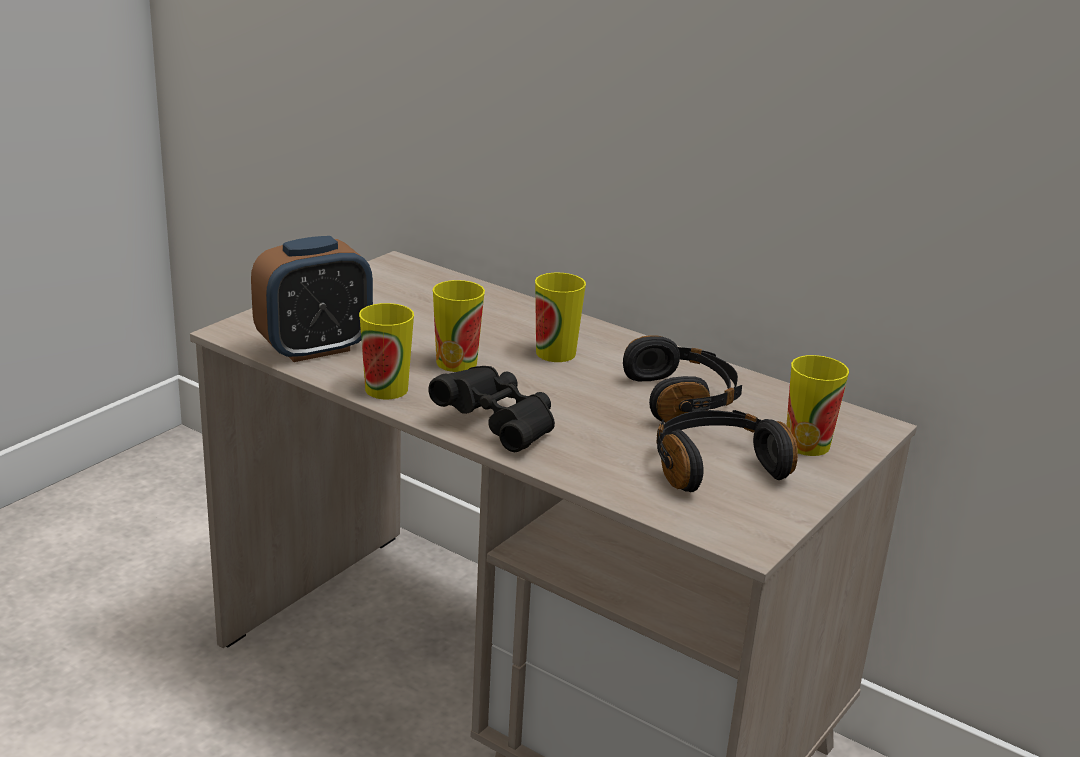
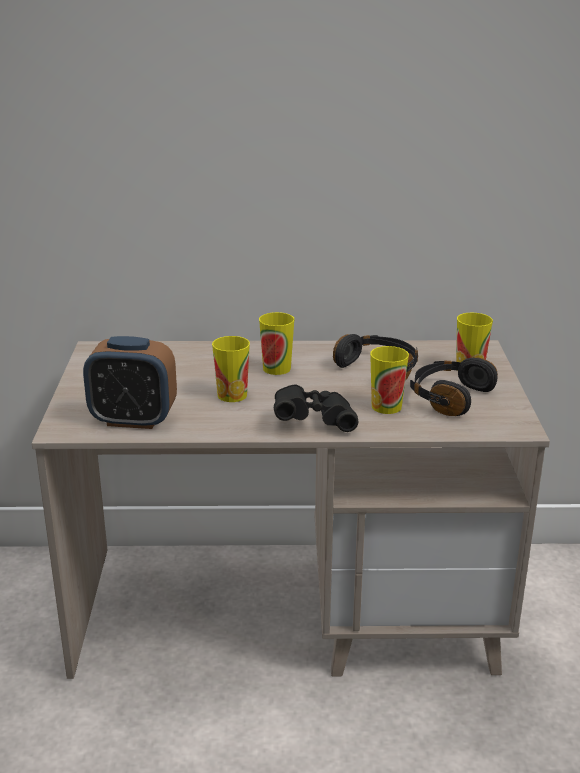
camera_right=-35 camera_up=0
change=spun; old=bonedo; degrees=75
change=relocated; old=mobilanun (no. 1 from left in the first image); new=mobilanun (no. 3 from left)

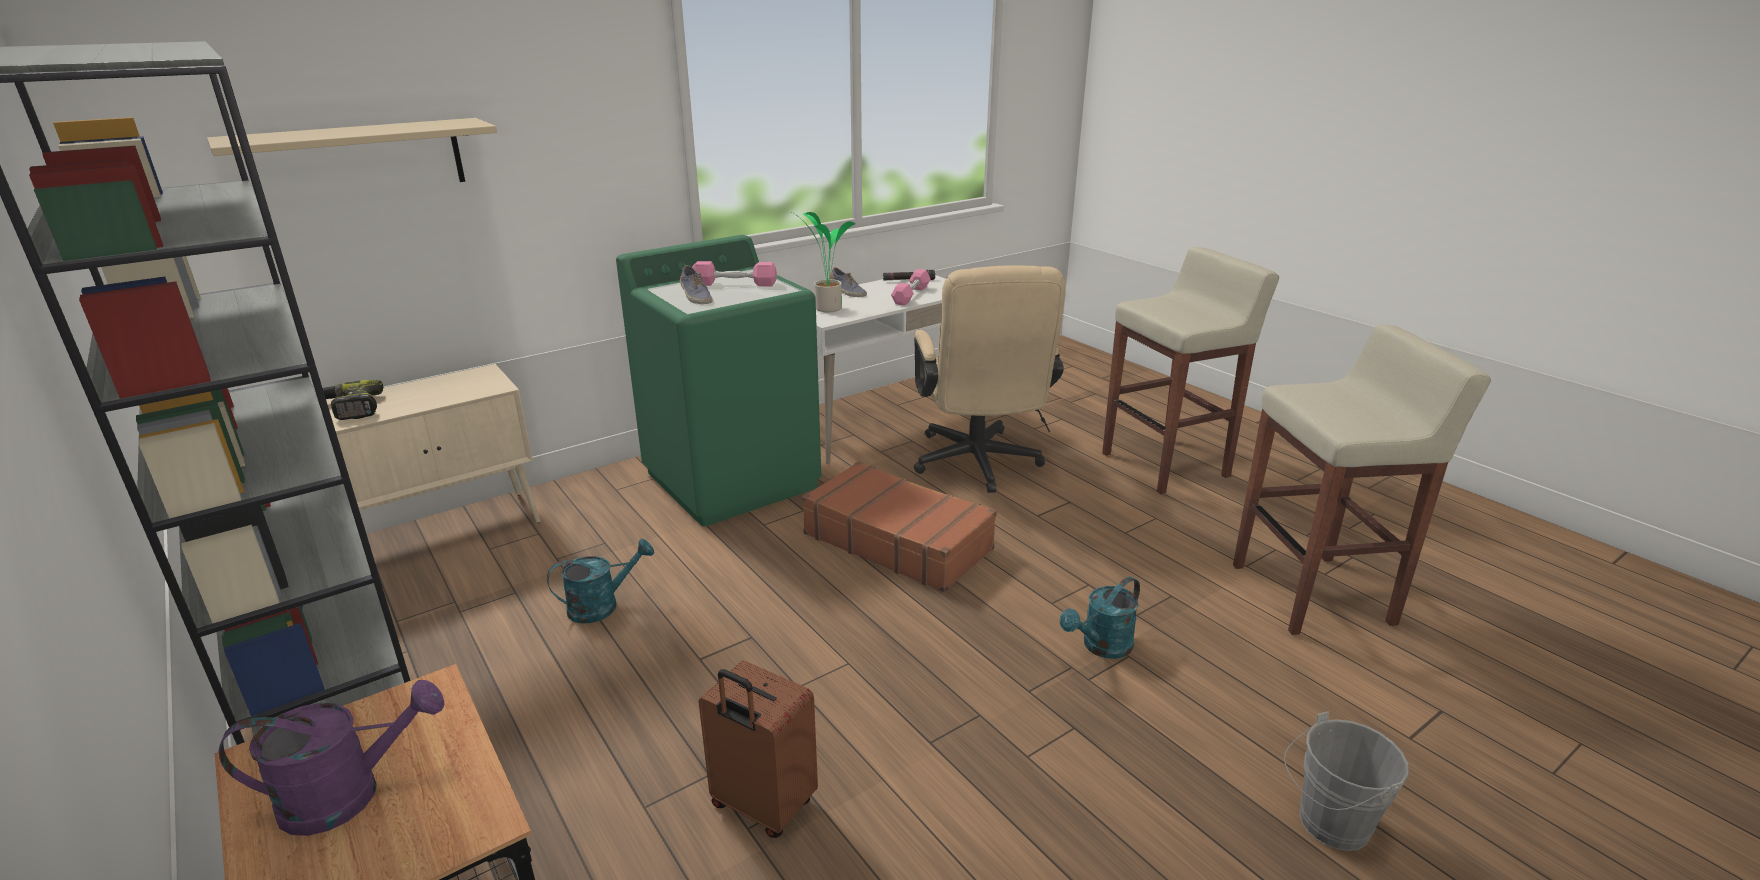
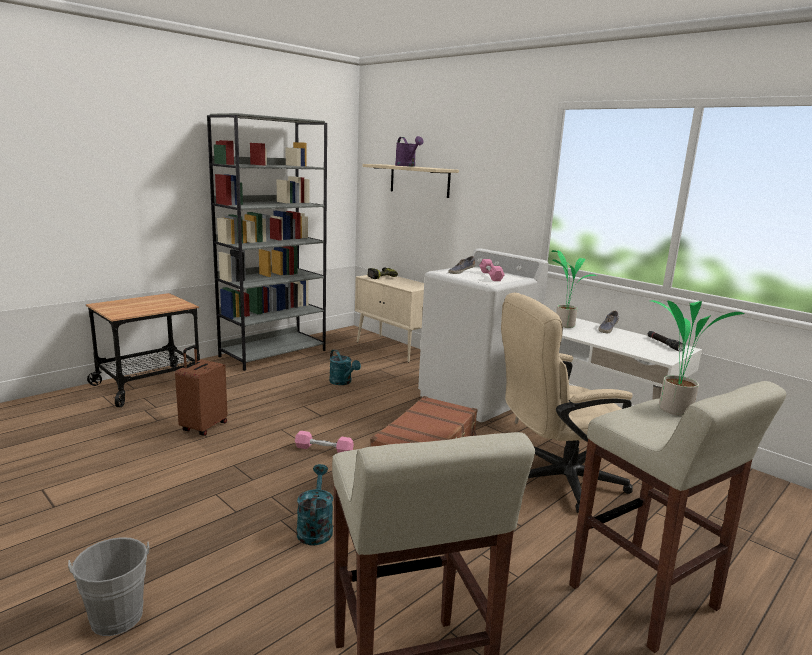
camera_right=80 camera_up=-10
change=relocated; old=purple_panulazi
change=colour; old=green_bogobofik; new=white_bogobofik
change=relocated; old=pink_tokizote (no. 2 from left in the first image); new=pink_tokizote (no. 1 from left)
change=spun; old=turquoise_panulazi (no. 2 from left in the first image); degrees=45
change=appeared; new=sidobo (no. 2 from left)

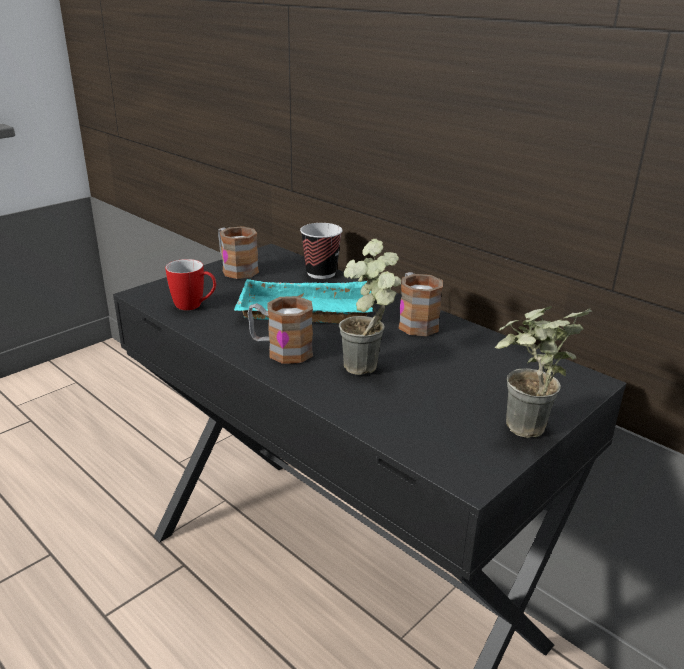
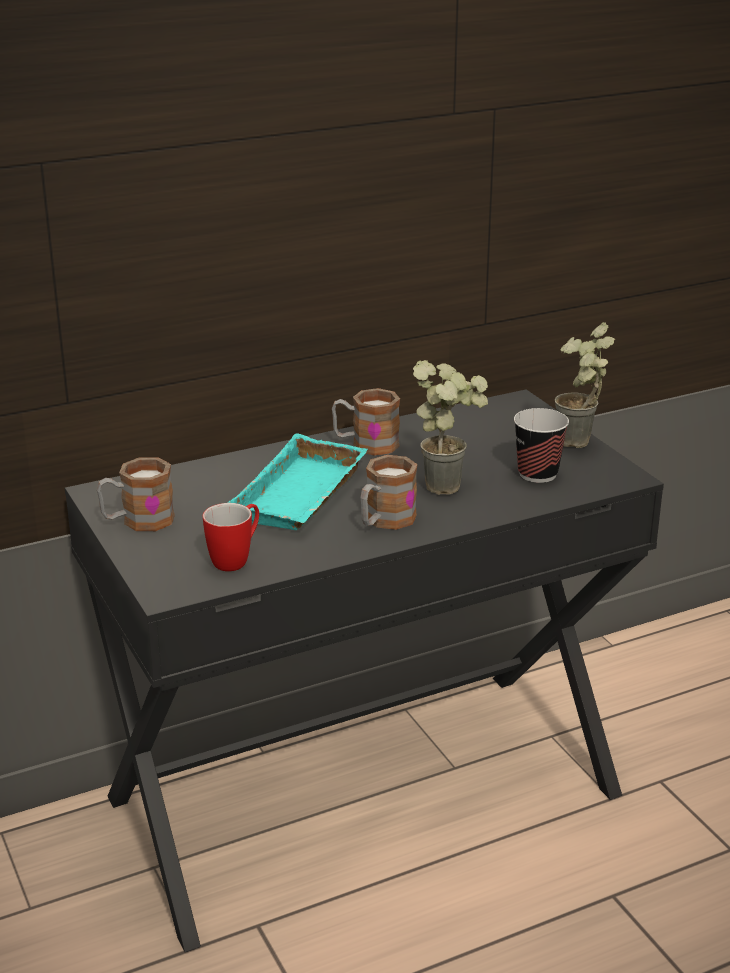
camera_right=-70 camera_up=0
change=relocated; old=mobilanun

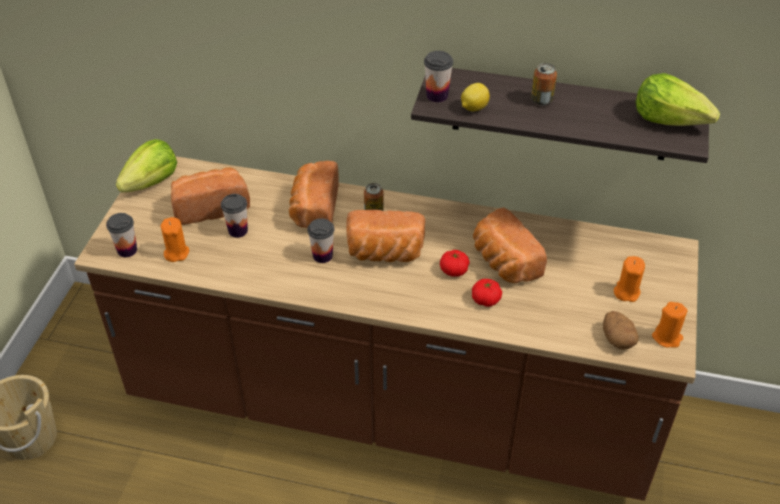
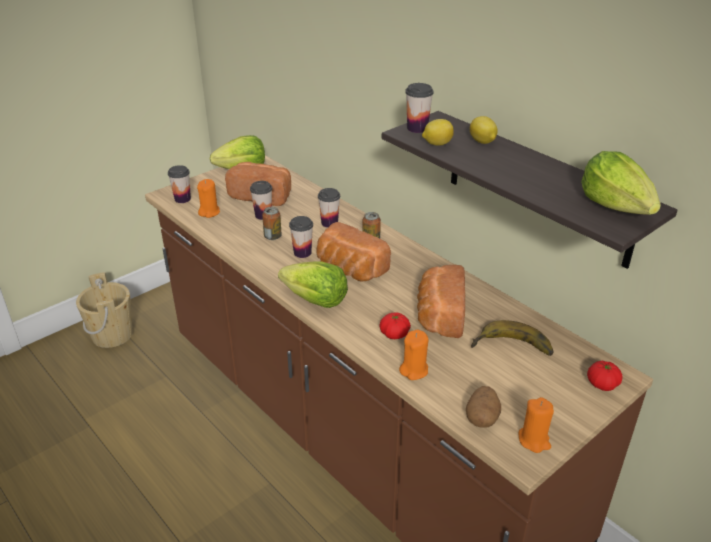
camera_right=35 camera_up=-10
change=exchanged; old=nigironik (no. 2 from left); new=mobilanun (no. 4 from left)
change=relocated; old=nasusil (no. 1 from left in the first image); new=nasusil (no. 2 from left)
change=relocated; old=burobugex (no. 2 from left in the first image); new=burobugex (no. 1 from left)
change=relocated; old=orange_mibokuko (no. 2 from left)
change=appeared; new=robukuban (no. 2 from left)
change=appeared; new=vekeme (no. 2 from left)
change=appeared; new=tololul

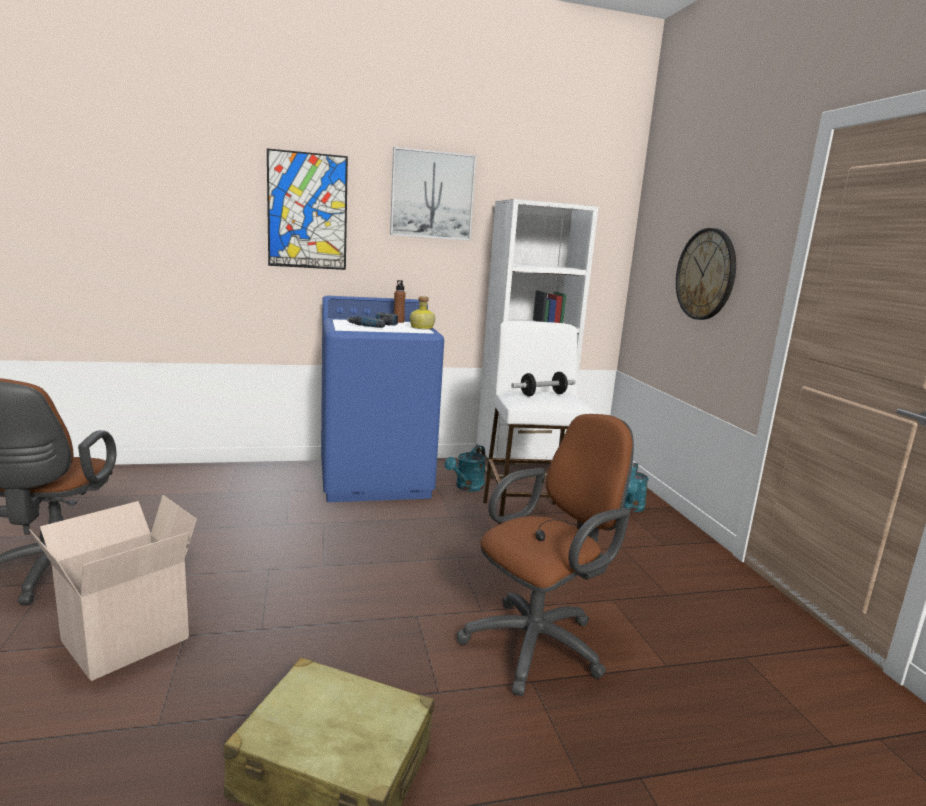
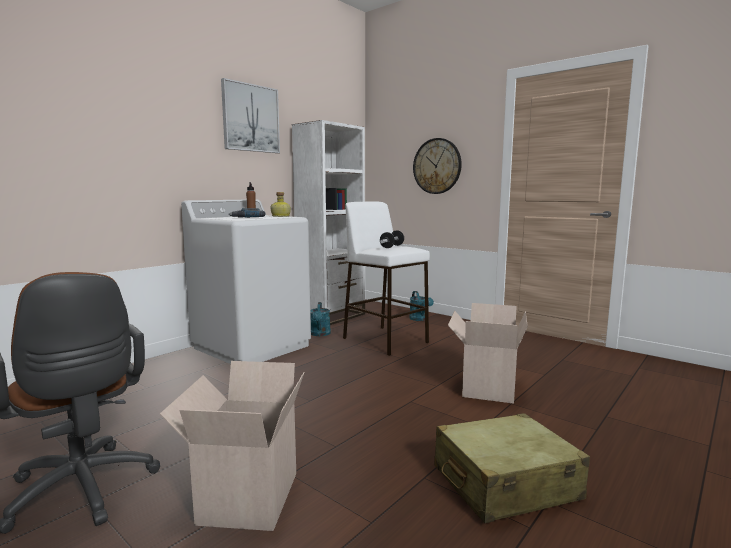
camera_right=-35 camera_up=-5
change=missing; old=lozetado (no. 1 from left)
change=colour; old=blue_bogobofik; new=white_bogobofik
change=exchanged; old=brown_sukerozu (no. 2 from left); new=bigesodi (no. 2 from left)

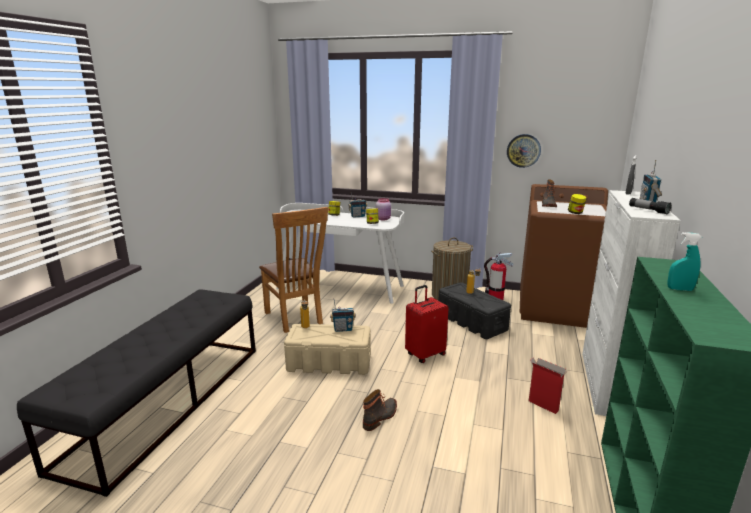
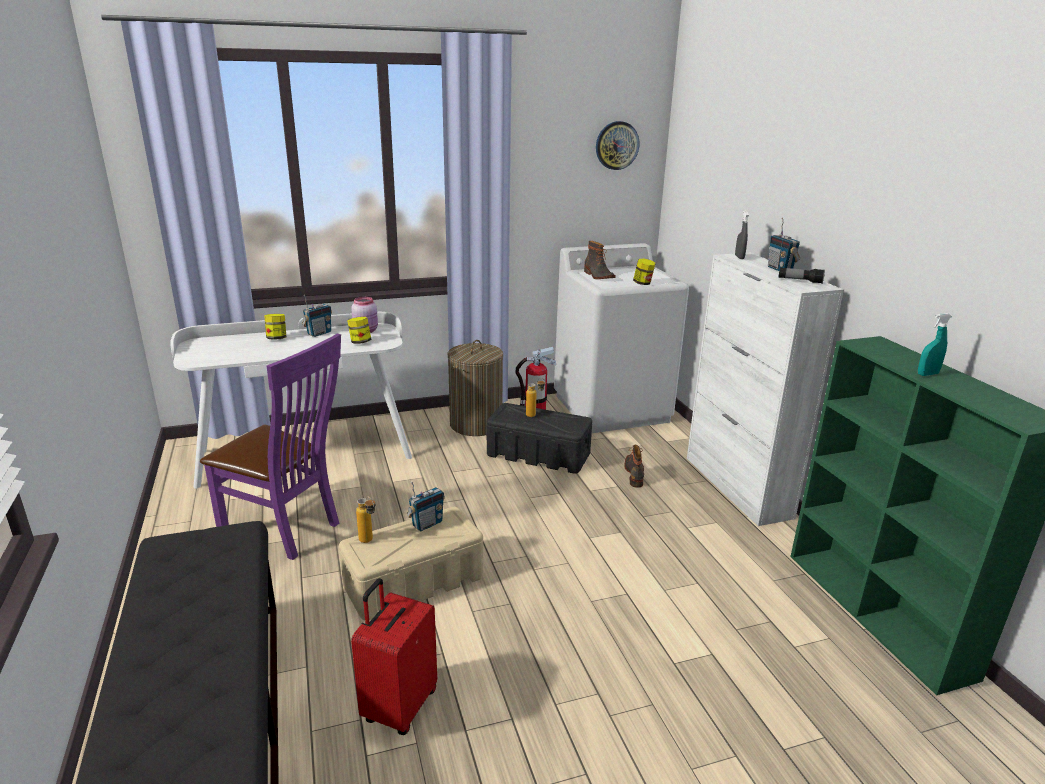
camera_right=-35 camera_up=5
change=colour; old=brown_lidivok; new=purple_lidivok
change=relocated; old=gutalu (no. 1 from left in the first image); new=gutalu (no. 2 from left)
change=relocated; old=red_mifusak
change=relocated; old=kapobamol
change=colour; old=brown_bogobofik; new=white_bogobofik
change=missing; old=bigesodi

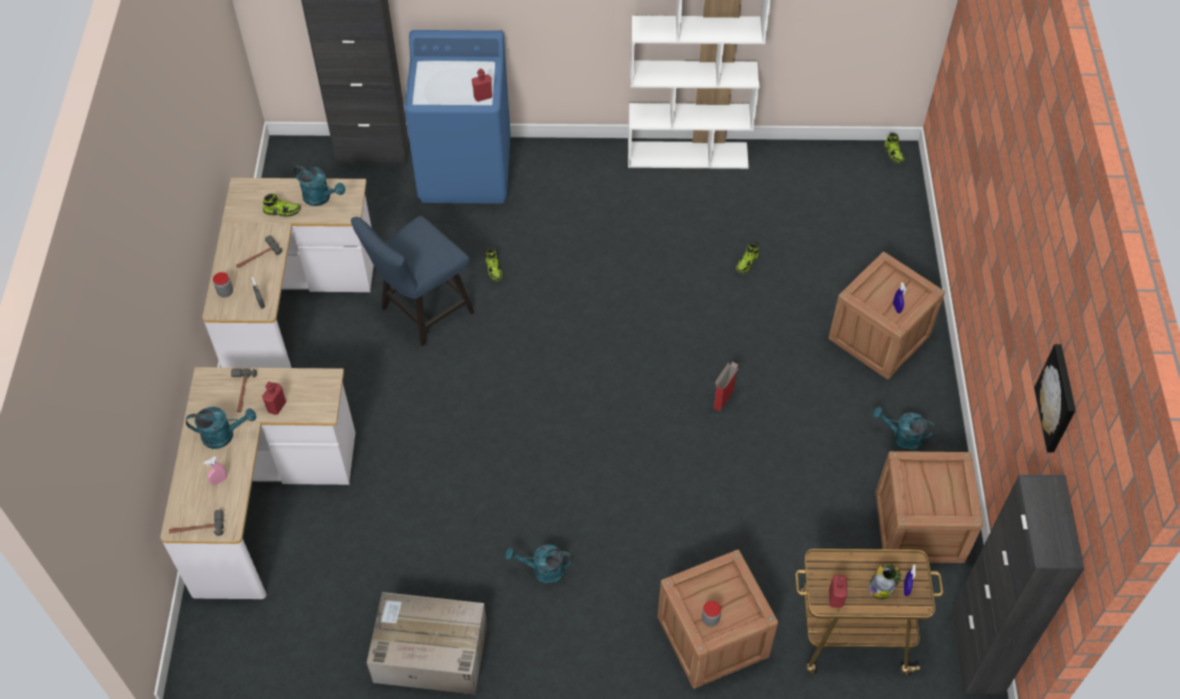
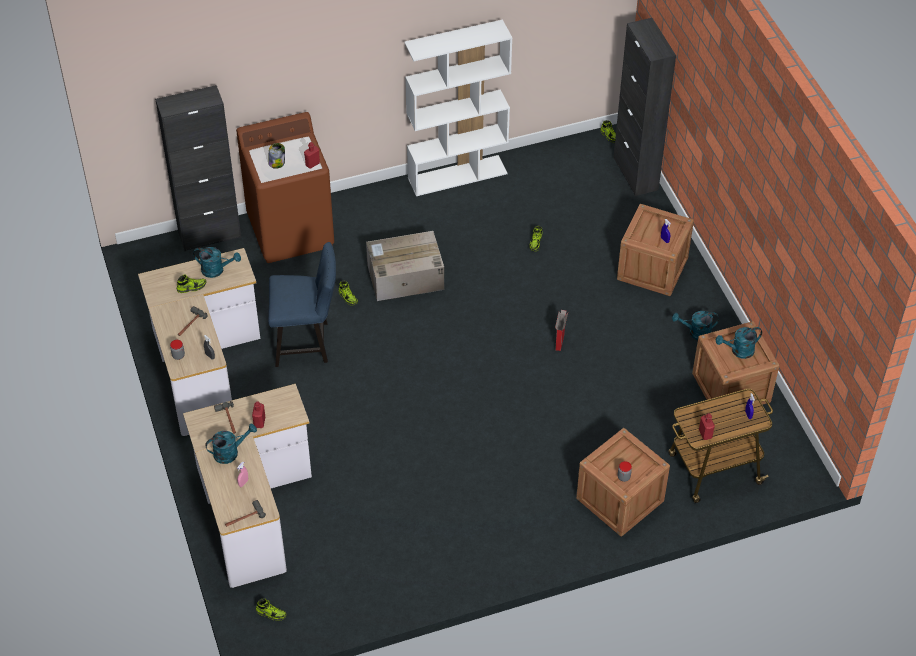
camera_right=-20 camera_up=-5
change=spun; old=blue_lidivok; degrees=-120
change=relocated; old=bigesodi (no. 1 from left)
change=colour; old=blue_bogobofik; new=brown_bogobofik
change=relocated; old=turquoise_panulazi (no. 3 from left in the first image); new=turquoise_panulazi (no. 4 from left)
change=relocated; old=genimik (no. 3 from left in the first image); new=genimik (no. 2 from left)
change=relocated; old=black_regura (no. 2 from left)
change=missing; old=lozetado
change=appeared; new=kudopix (no. 2 from left)

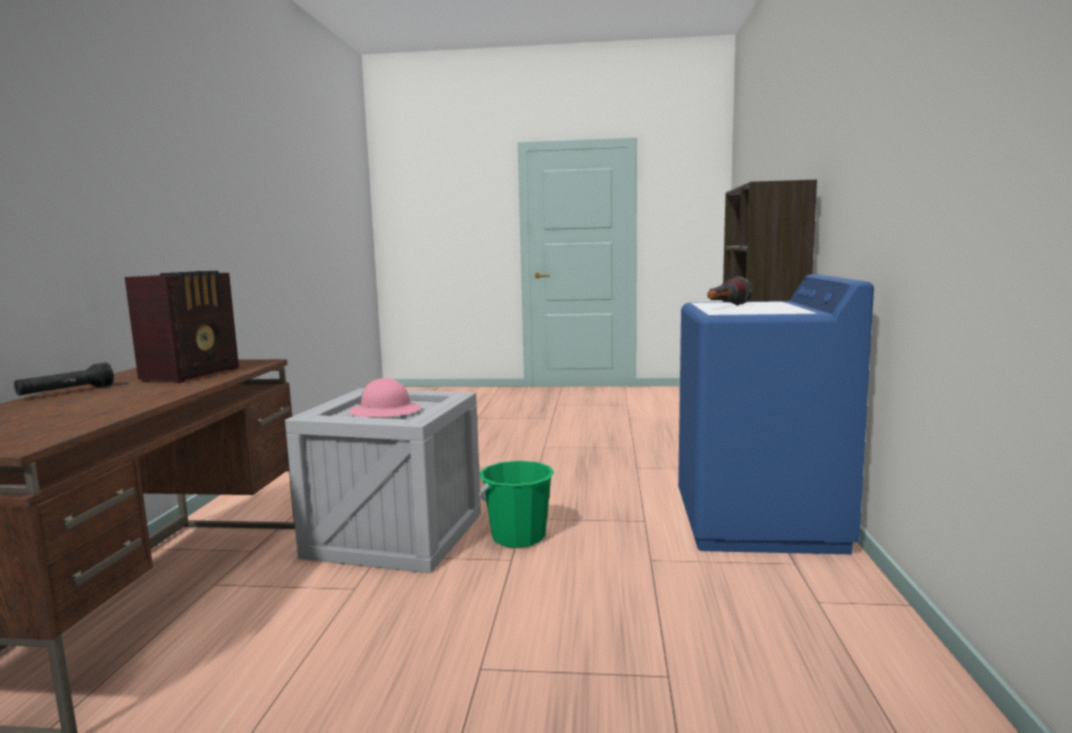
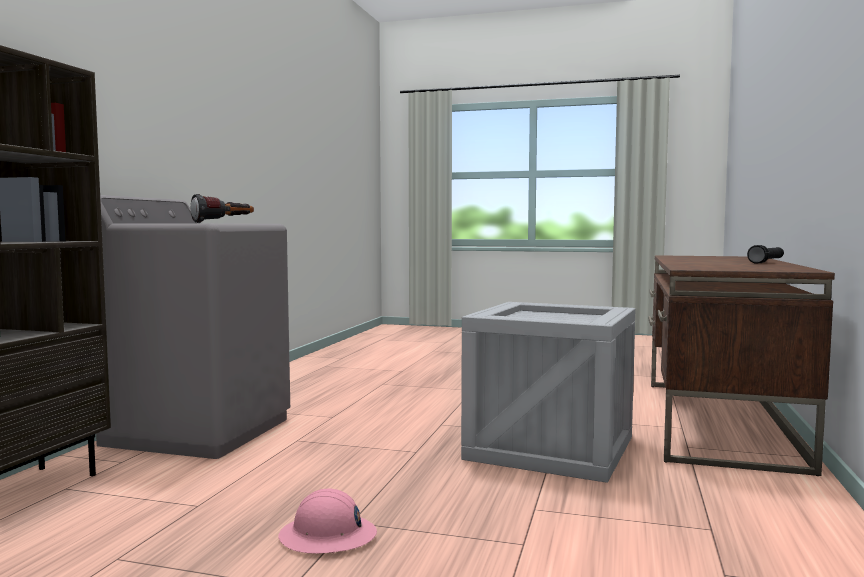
camera_right=-170 camera_up=-5
change=missing; old=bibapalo
change=relocated; old=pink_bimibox
change=missing; old=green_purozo
change=colour; old=blue_bogobofik; new=grey_bogobofik

